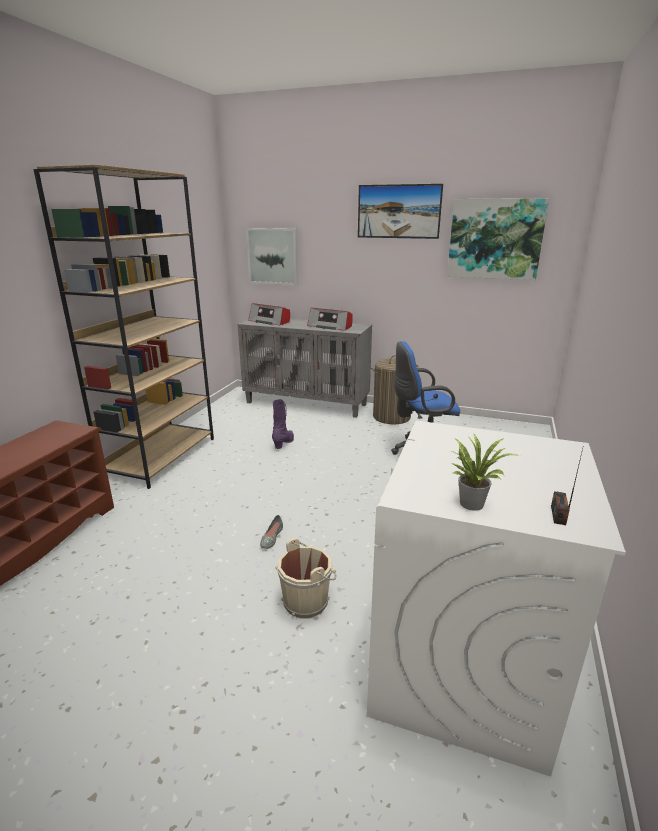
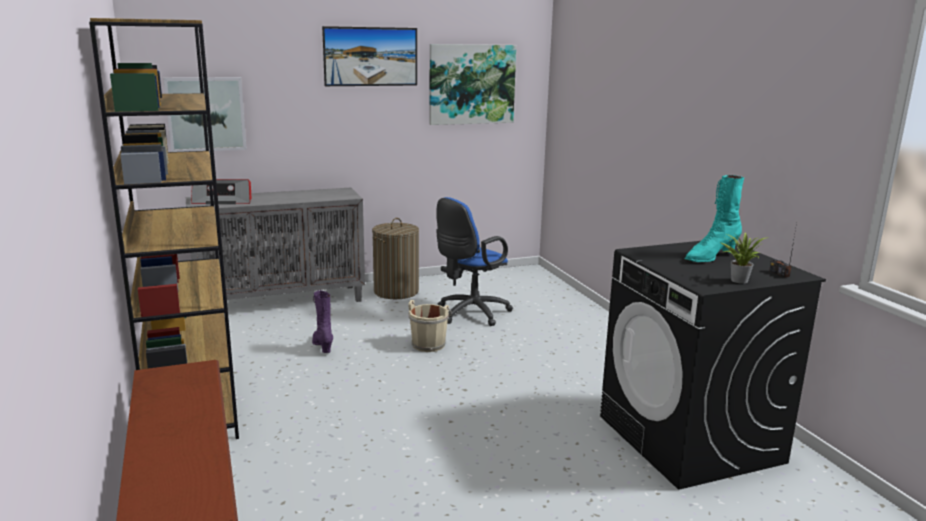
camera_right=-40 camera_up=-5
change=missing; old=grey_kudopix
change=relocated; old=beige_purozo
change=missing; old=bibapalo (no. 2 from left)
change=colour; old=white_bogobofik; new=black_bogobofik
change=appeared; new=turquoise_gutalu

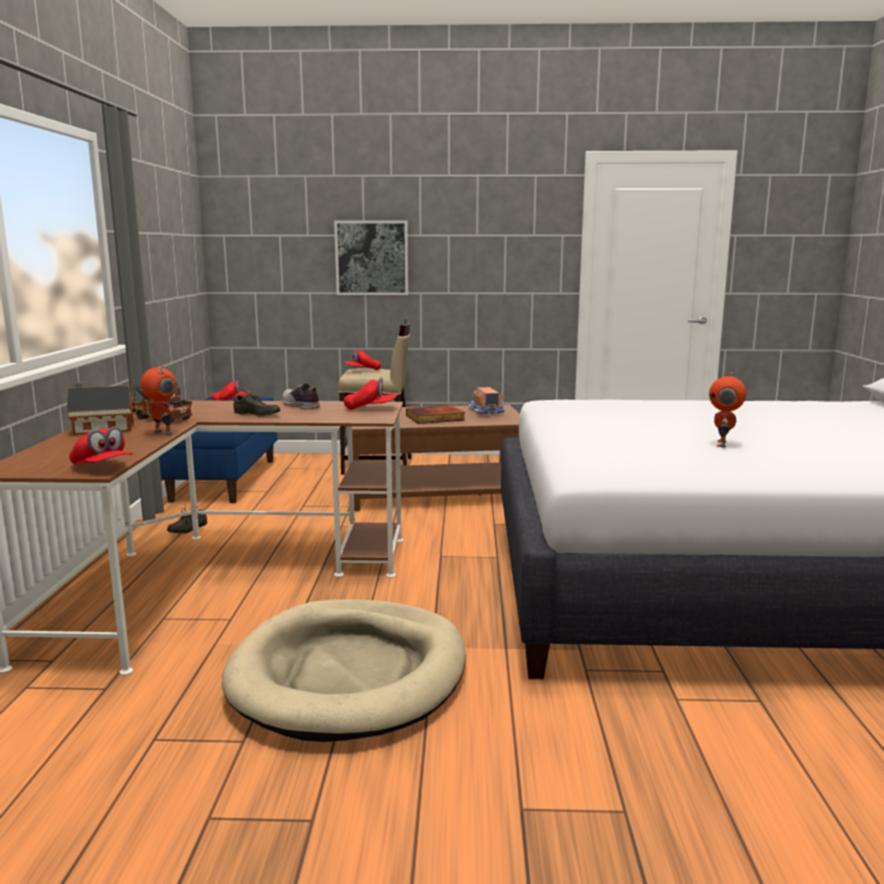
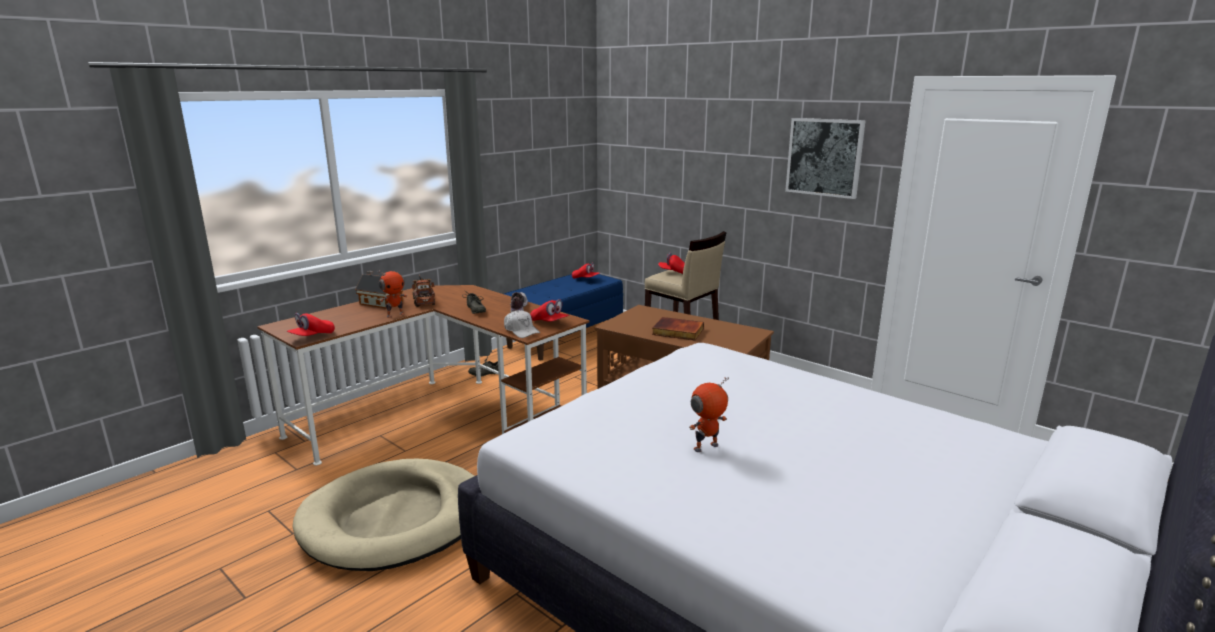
camera_right=40 camera_up=5
change=spun; old=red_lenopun (no. 1 from left); degrees=45
change=spun; old=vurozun (no. 1 from left); degrees=60
change=relocated; old=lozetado
change=missing; old=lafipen (no. 2 from left)
change=appeared; new=white_lenopun

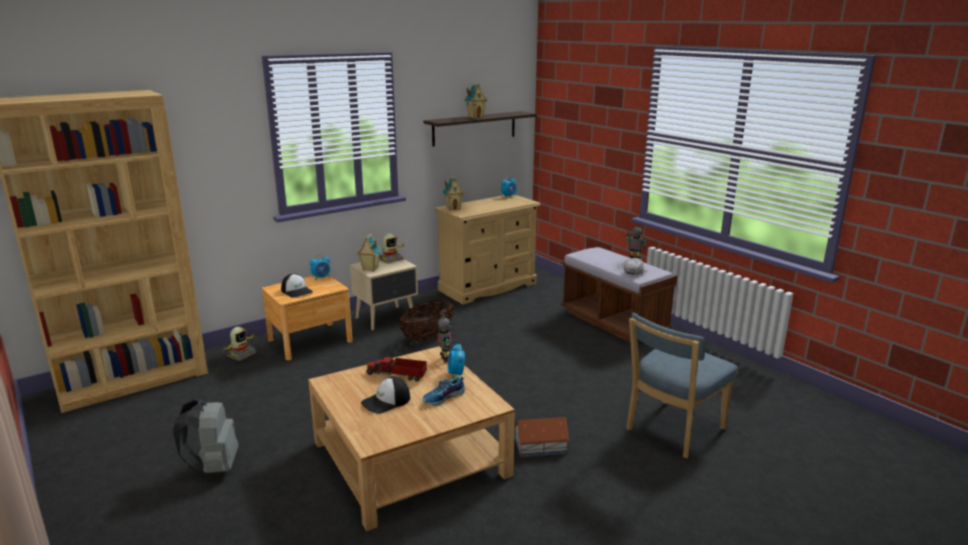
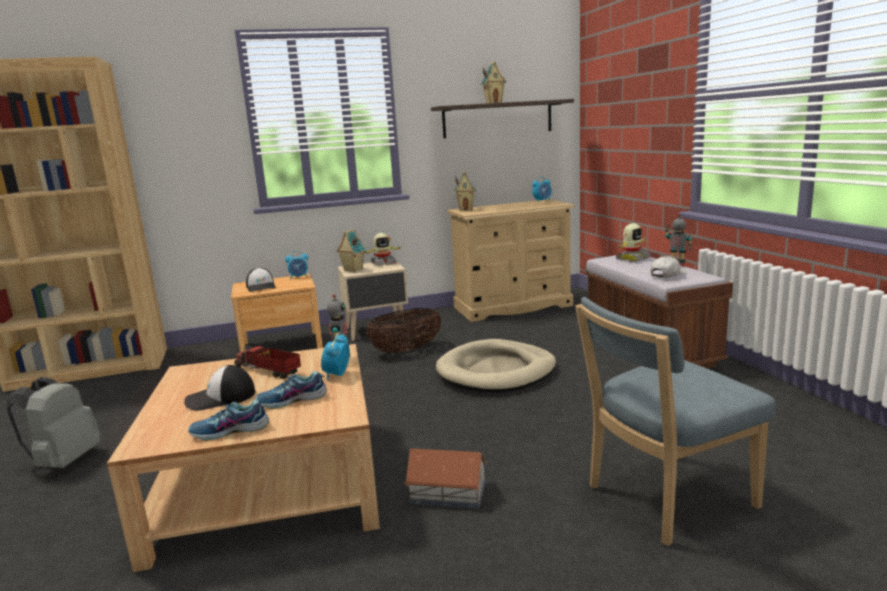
camera_right=20 camera_up=-5
change=relocated; old=vurozun (no. 1 from left in the first image); new=vurozun (no. 3 from left)
change=appeared; new=kudopix (no. 1 from left)
change=appeared; new=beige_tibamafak

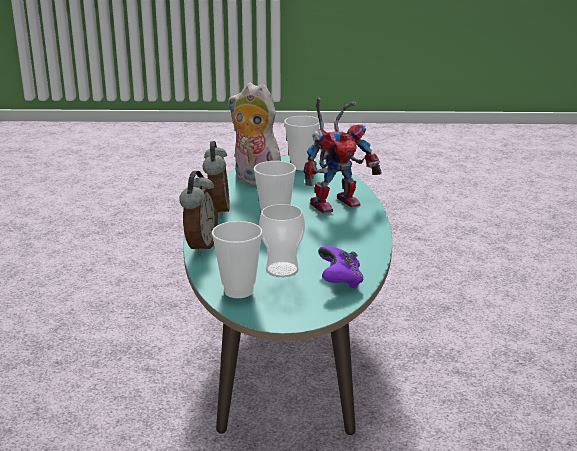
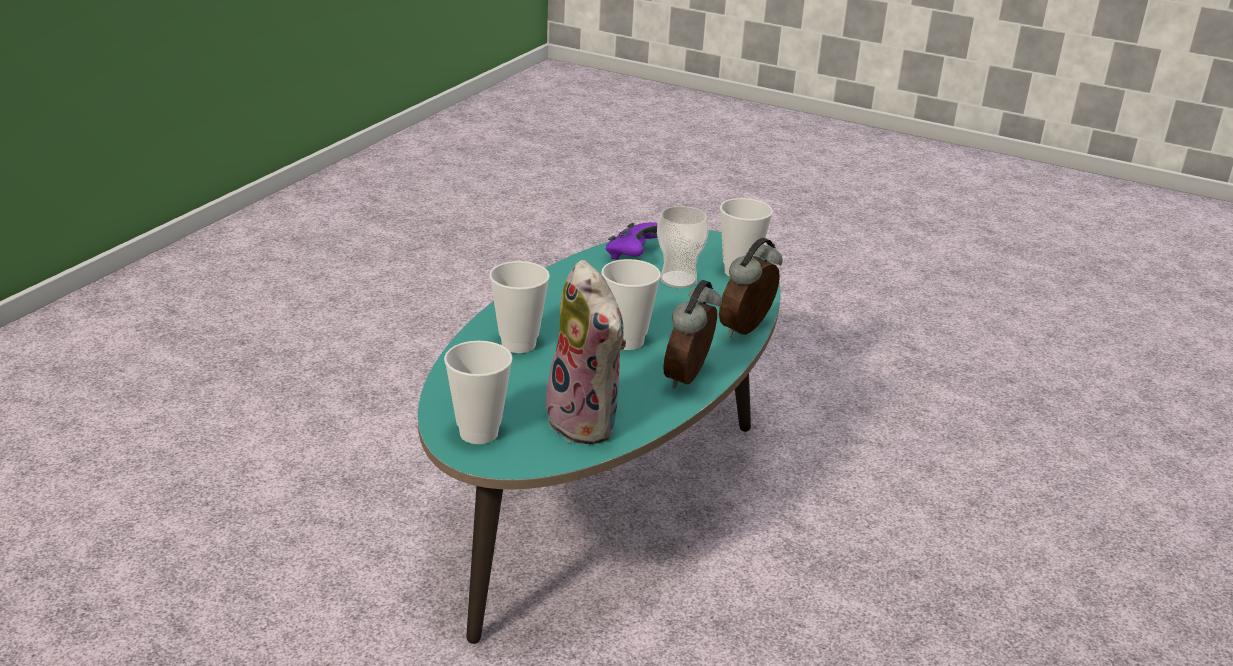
camera_right=-155 camera_up=5
change=exchanged; old=vurozun; new=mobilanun (no. 2 from left)

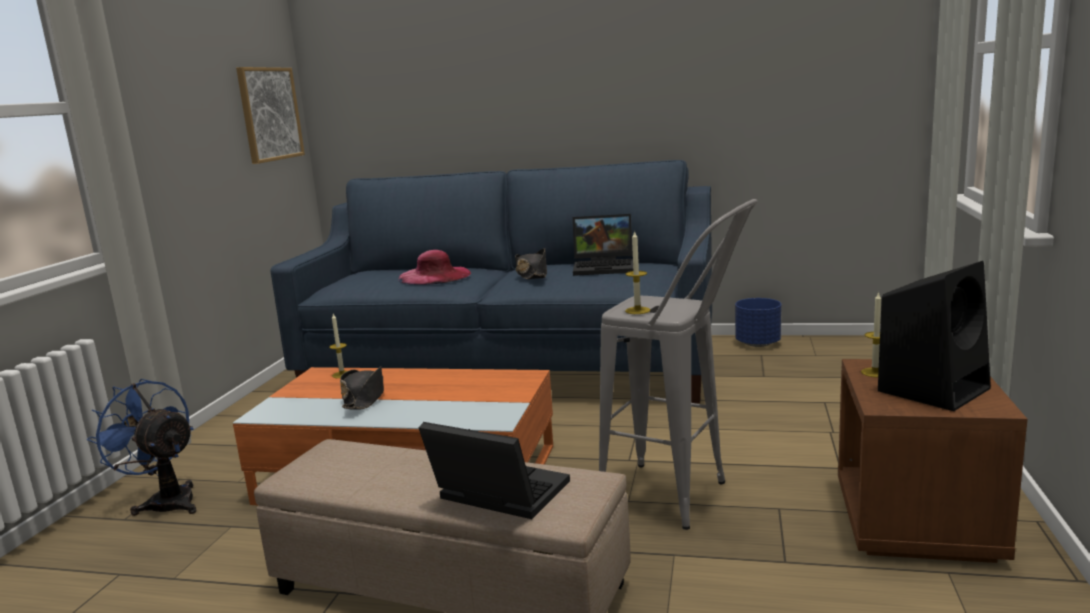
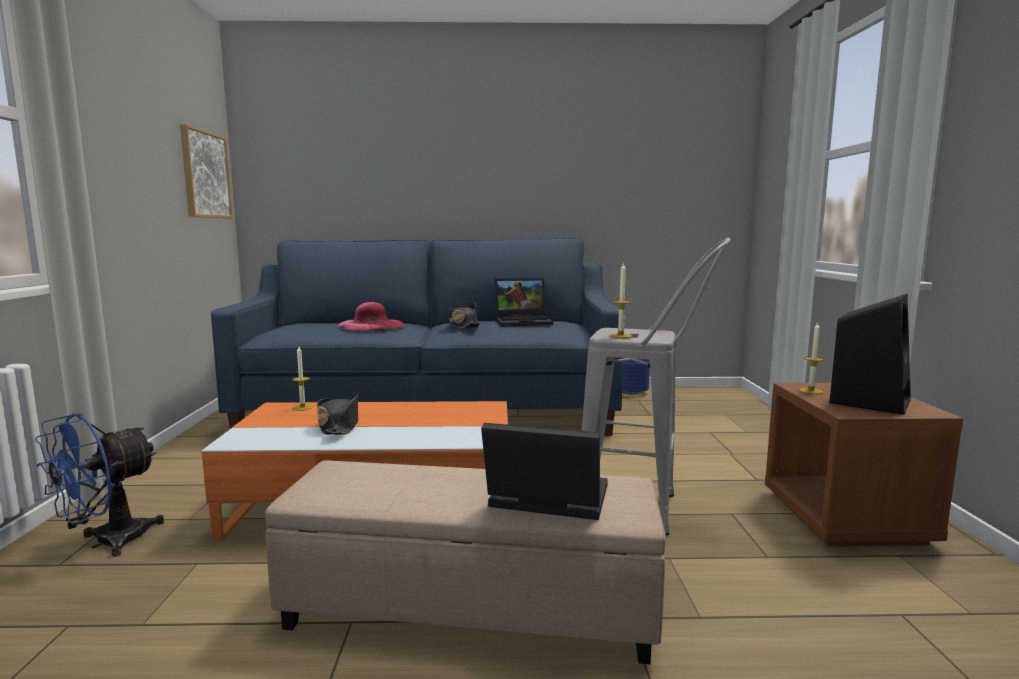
camera_right=-15 camera_up=-5
change=spun; old=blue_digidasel; degrees=-75

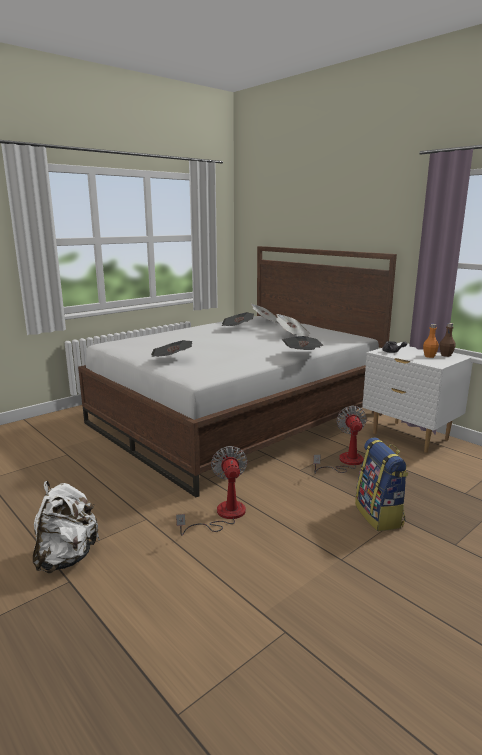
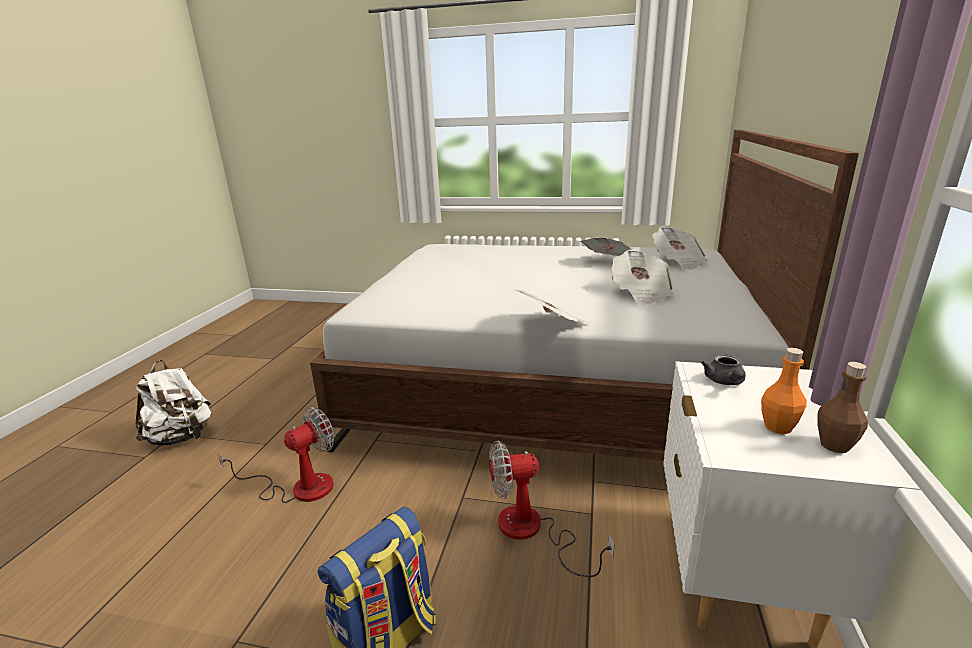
camera_right=55 camera_up=5
change=missing; old=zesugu (no. 1 from left)
change=spun; old=digidasel (no. 2 from left); degrees=-150

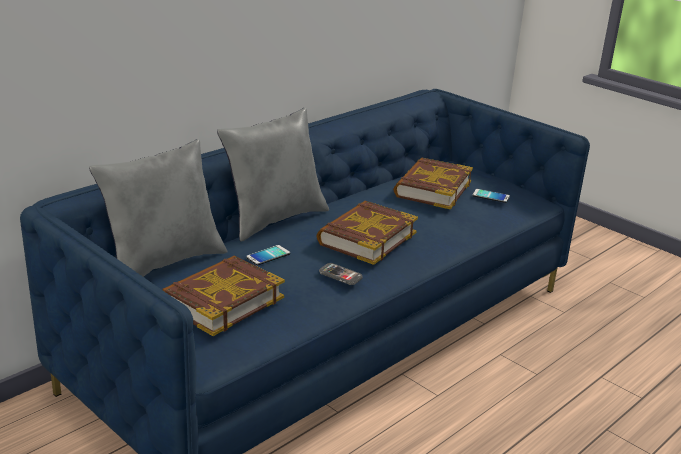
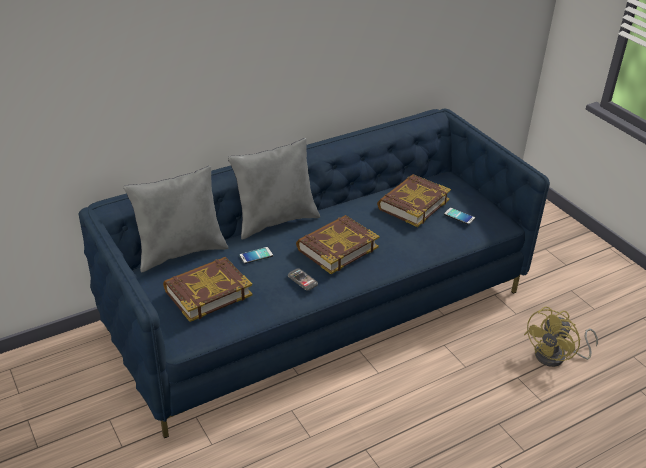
camera_right=15 camera_up=10
change=appeared; new=yellow_digidasel

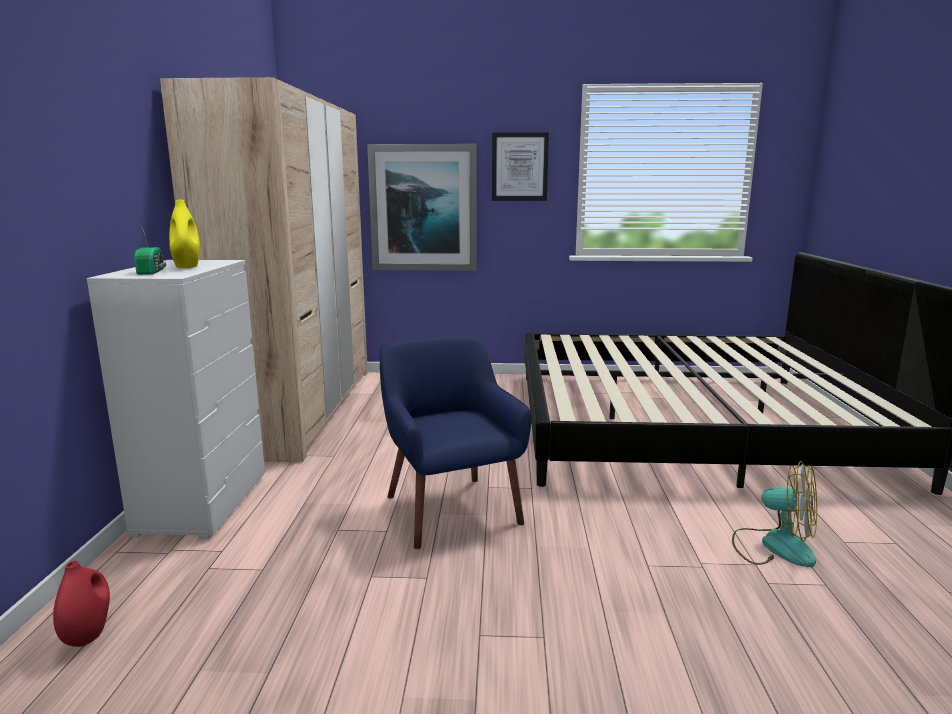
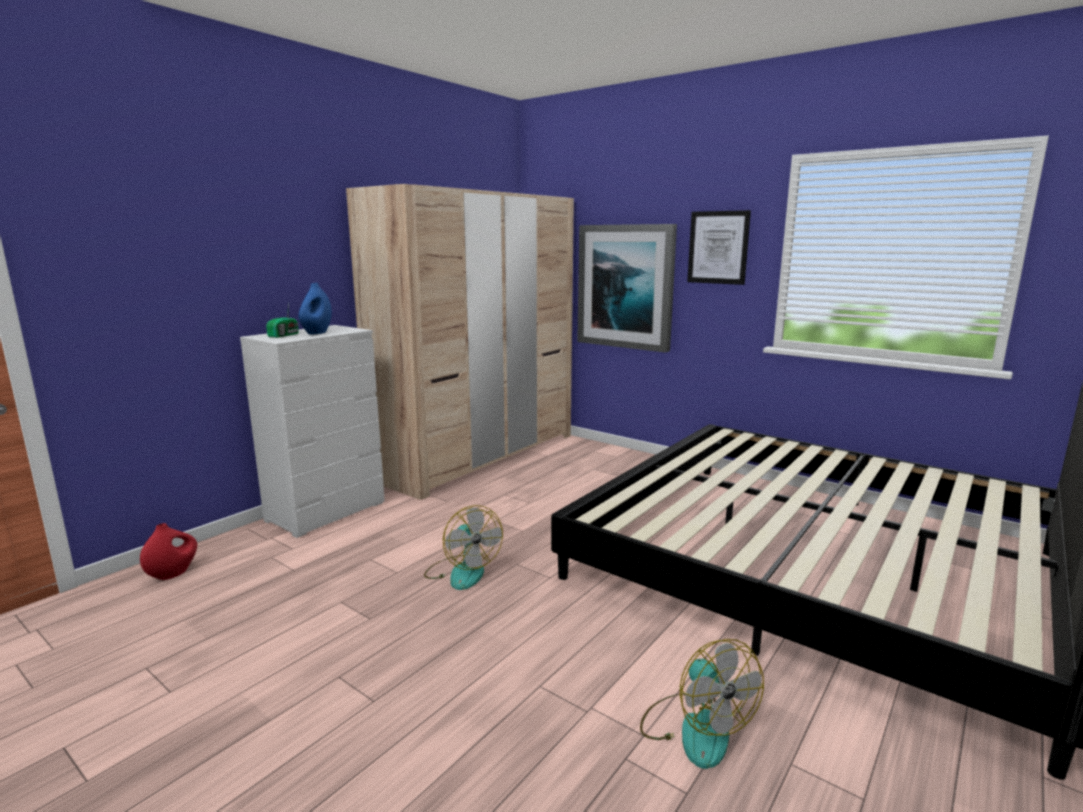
camera_right=35 camera_up=0
change=colour; old=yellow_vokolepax; new=blue_vokolepax
change=exchanged; old=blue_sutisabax; new=digidasel (no. 1 from left)

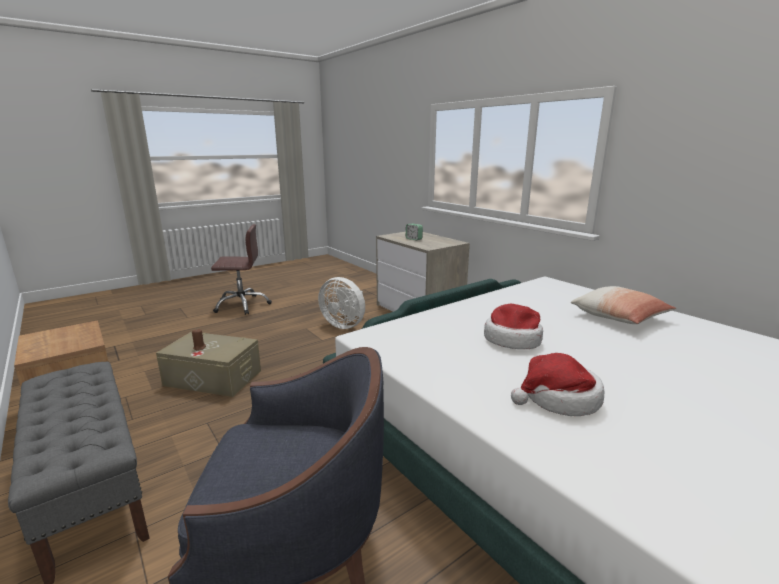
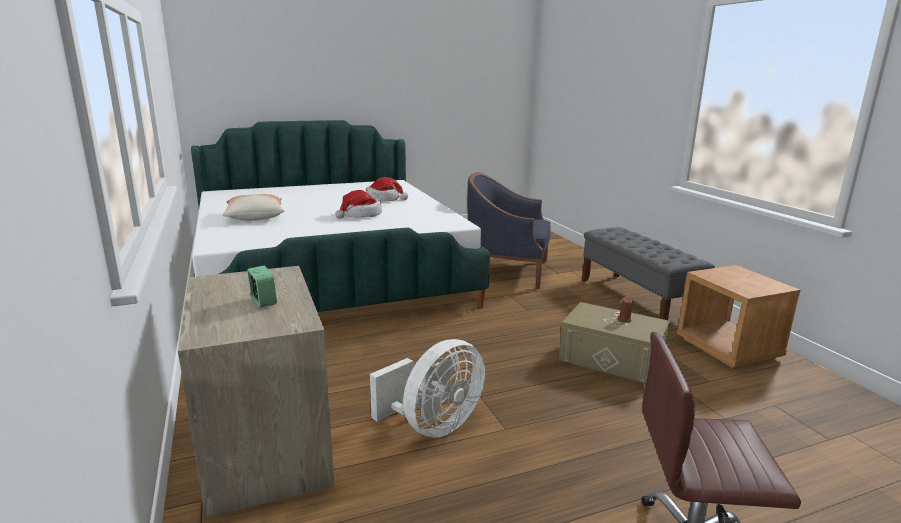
camera_right=-165 camera_up=0
change=spun; old=white_digidasel; degrees=90

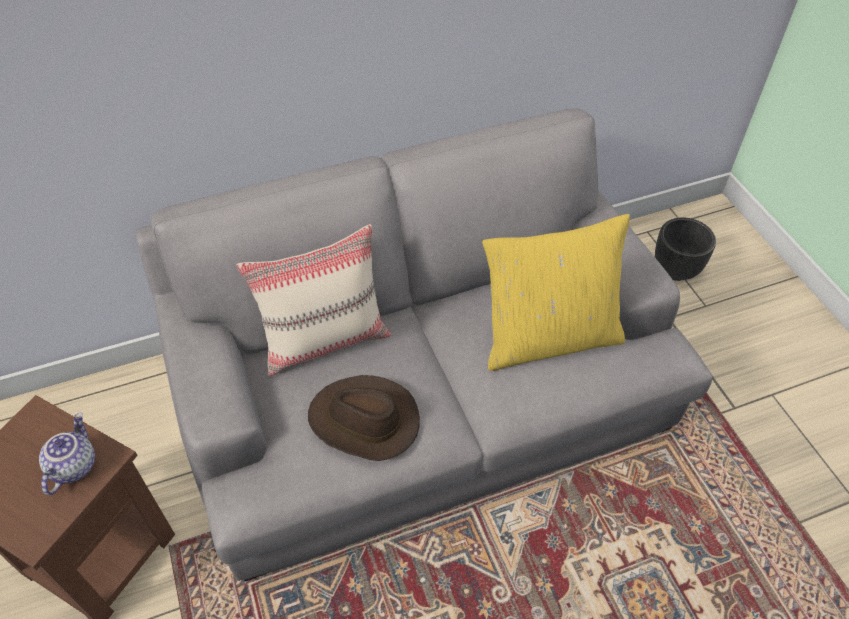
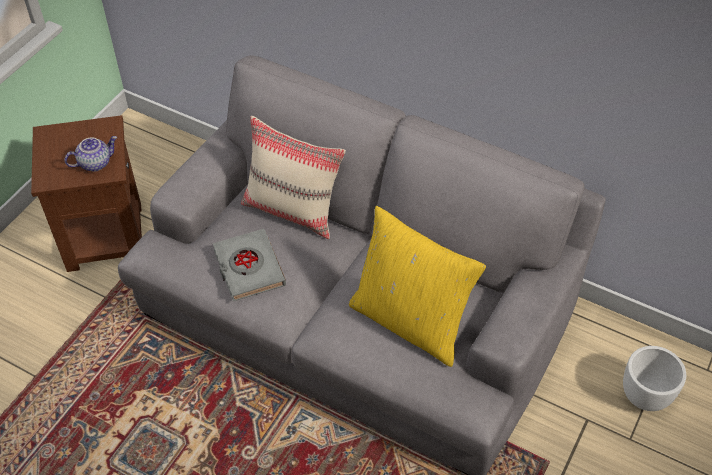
camera_right=50 camera_up=0
change=exchanged; old=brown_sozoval; new=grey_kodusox
change=colour; old=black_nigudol; new=white_nigudol

